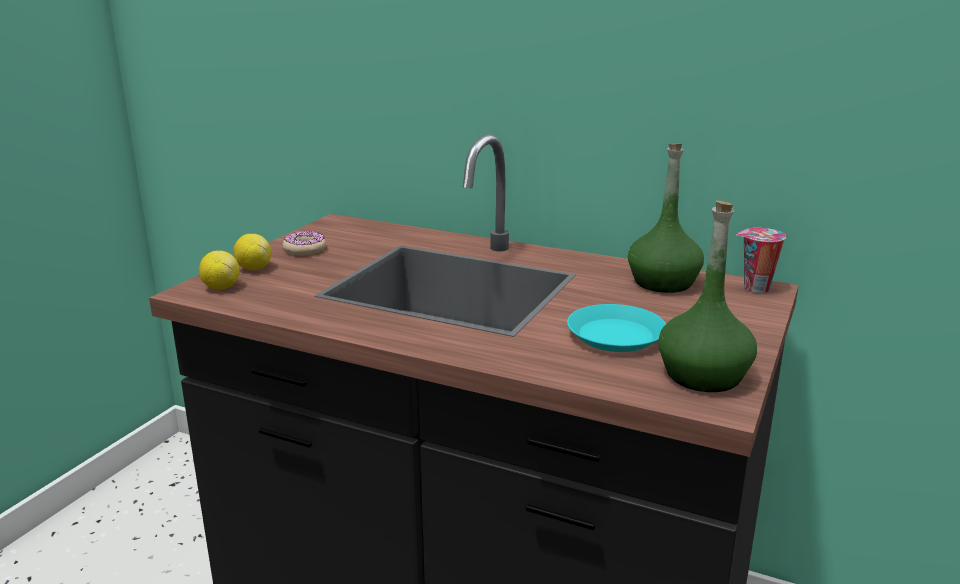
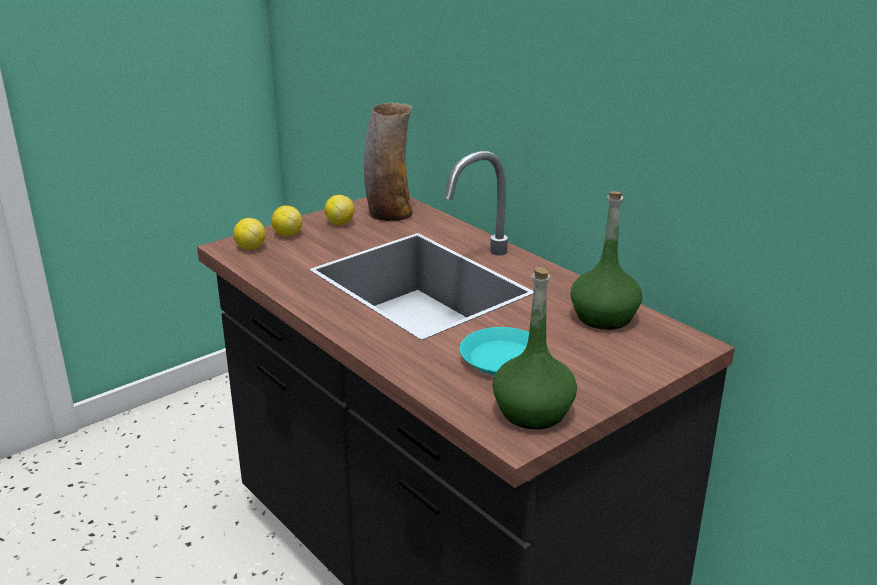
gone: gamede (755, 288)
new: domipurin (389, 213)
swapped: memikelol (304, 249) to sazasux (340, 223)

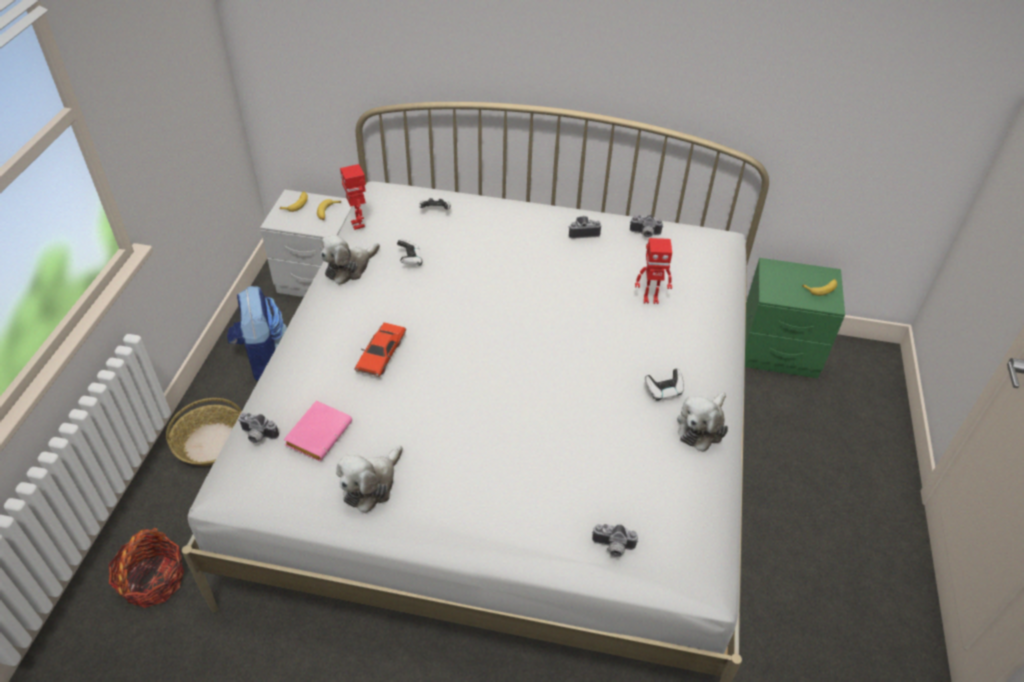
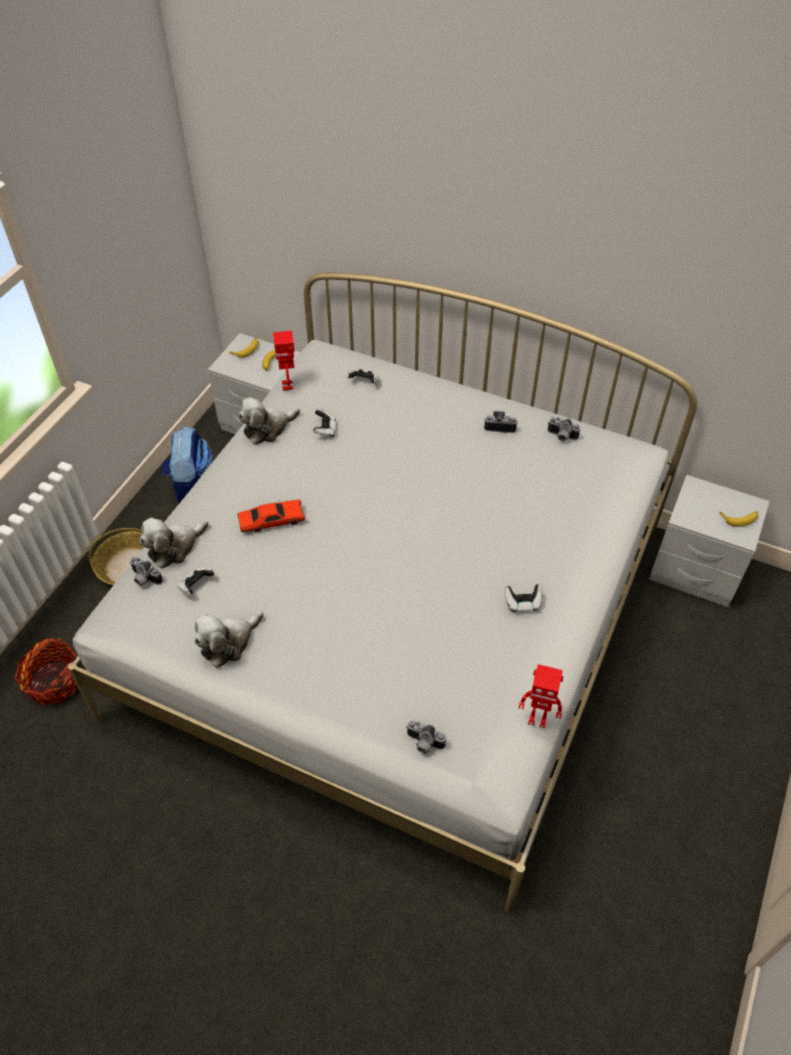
shifted: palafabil (701, 427) to (174, 547); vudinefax (650, 299) to (537, 719)
swapped: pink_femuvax (318, 433) to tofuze (196, 586)
repainted: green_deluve (777, 351) to grey_deluve (695, 570)
rotated: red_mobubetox (381, 354) = (272, 521) 135 degrees counterclockwise

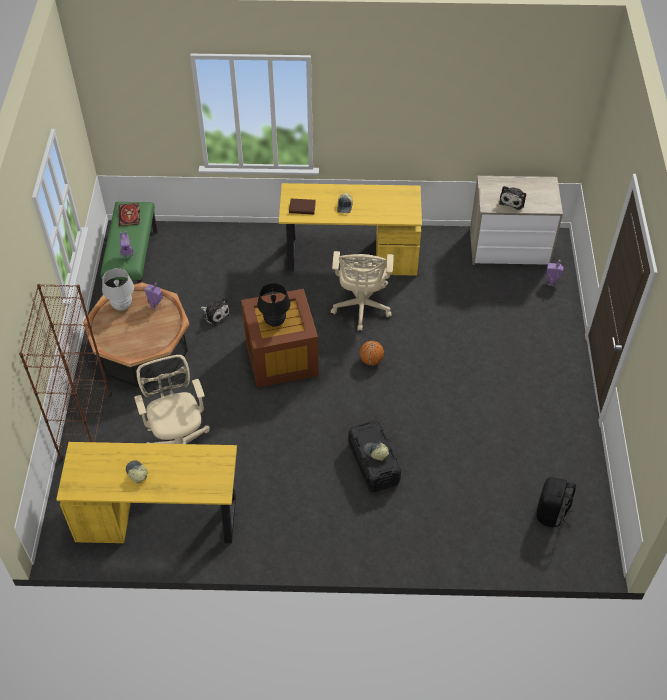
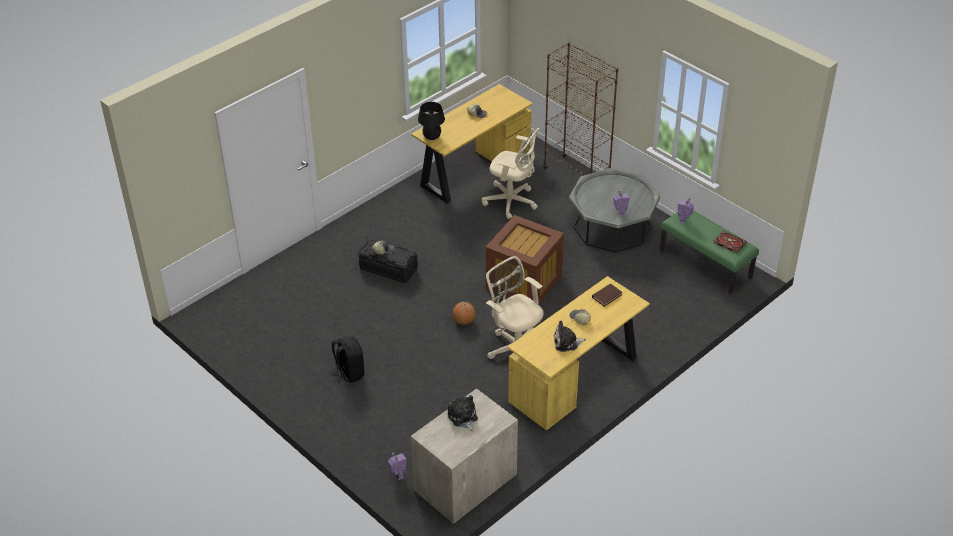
gone: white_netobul (122, 305)
shifted: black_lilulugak (551, 513) to (349, 372); black_netobul (275, 321) to (432, 137); palafabil (215, 314) to (567, 342)
repainted: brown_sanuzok (142, 350) to grey_sanuzok (612, 226)

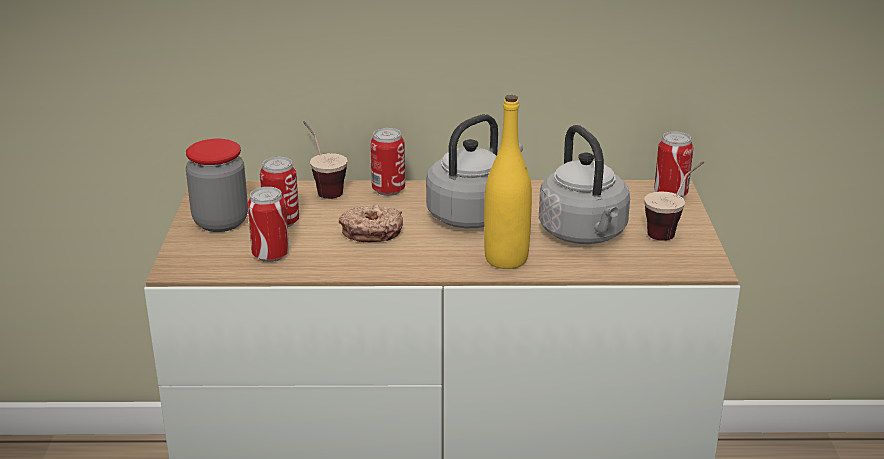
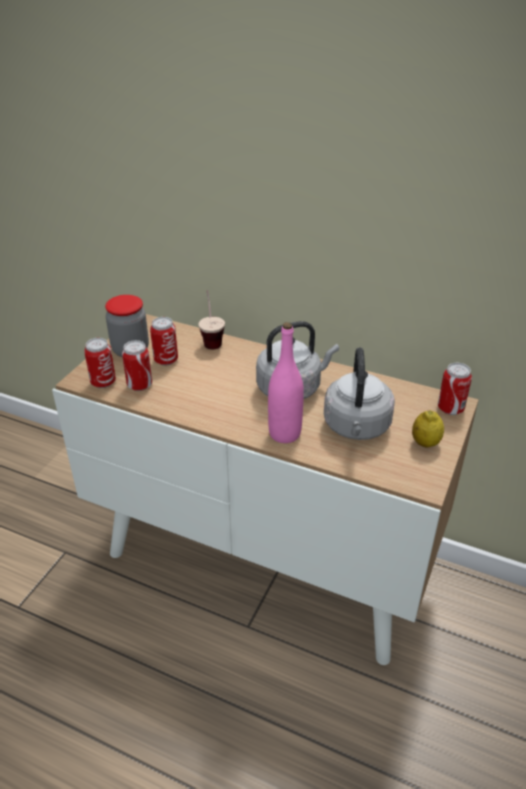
gone: memikelol (371, 231)
shifted: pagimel (388, 190) to (103, 382)
swapped: gamede (672, 230) to sazasux (425, 443)
repainted: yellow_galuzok (506, 259) to pink_galuzok (284, 433)

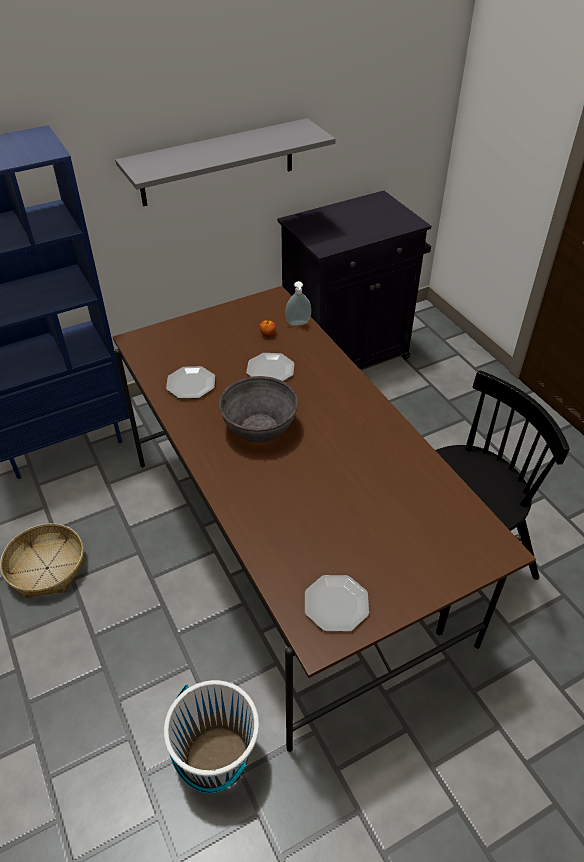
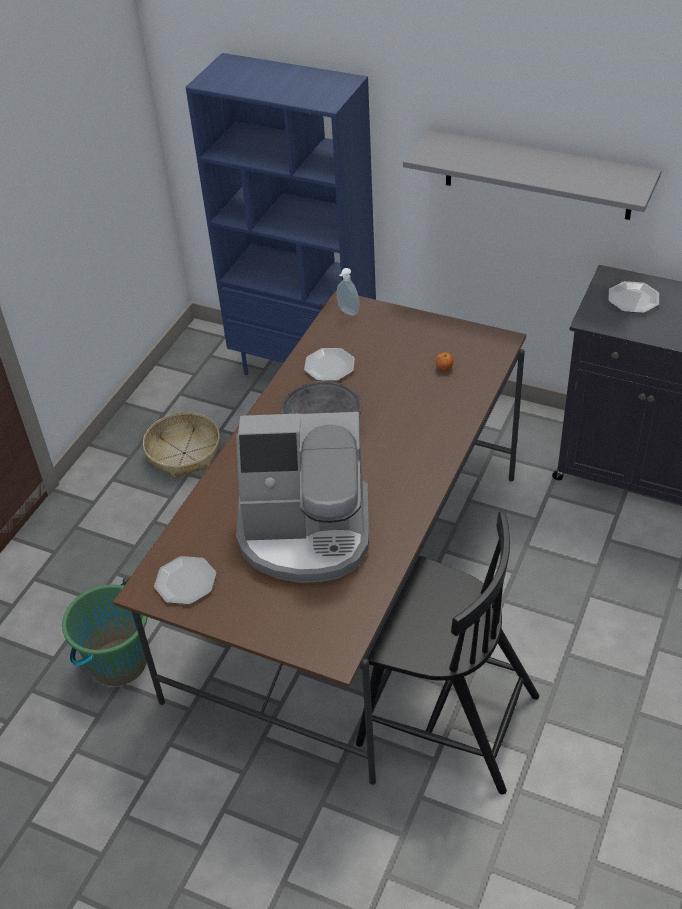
new: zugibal (306, 533)
shifted: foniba (298, 324) to (347, 312); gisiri (270, 369) to (633, 299)
repainted: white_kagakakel (217, 759) to green_kagakakel (118, 663)

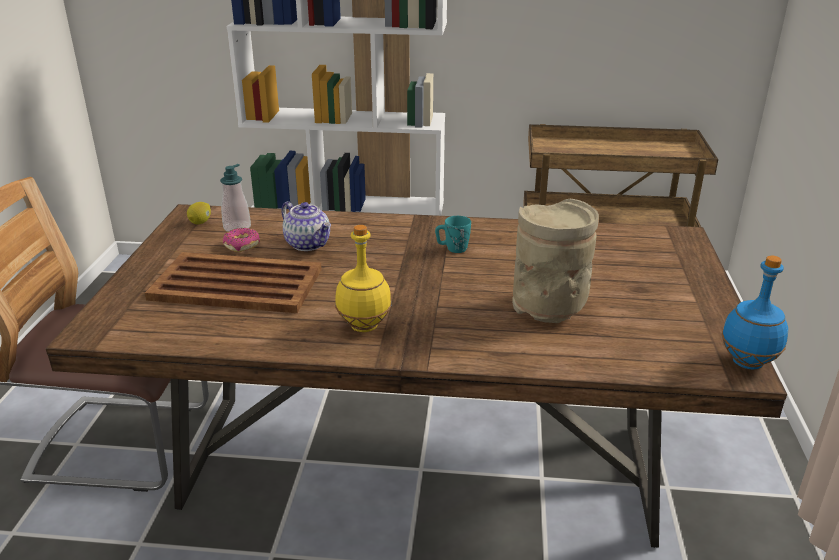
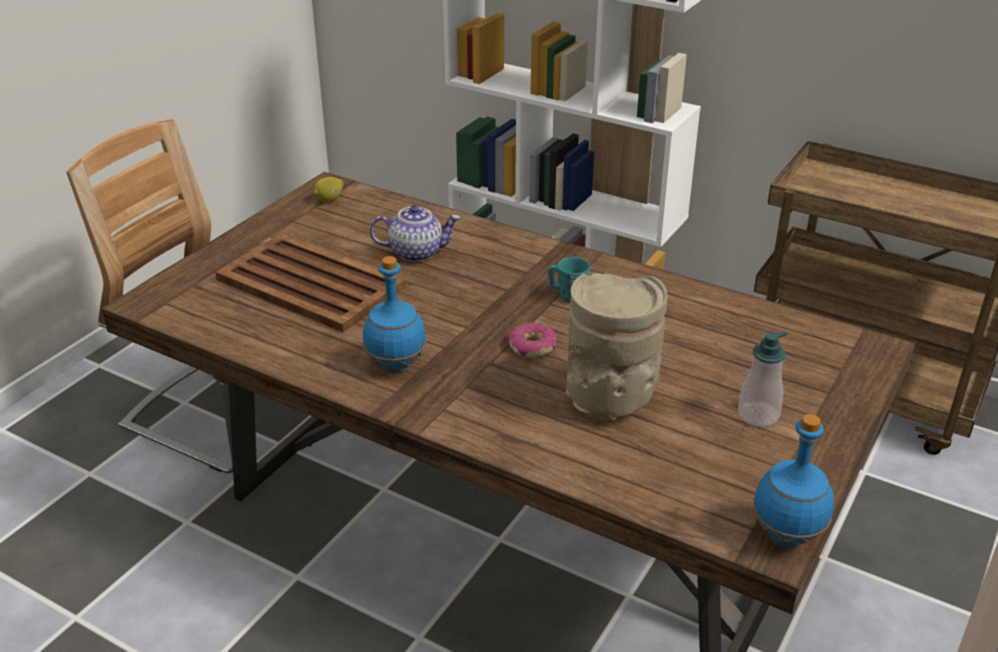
shifted: memikelol (242, 245) to (532, 347); foniba (237, 227) to (758, 415)
repainted: yellow_galuzok (364, 326) to blue_galuzok (397, 365)
rotated: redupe (308, 244) = (416, 252) 75 degrees counterclockwise

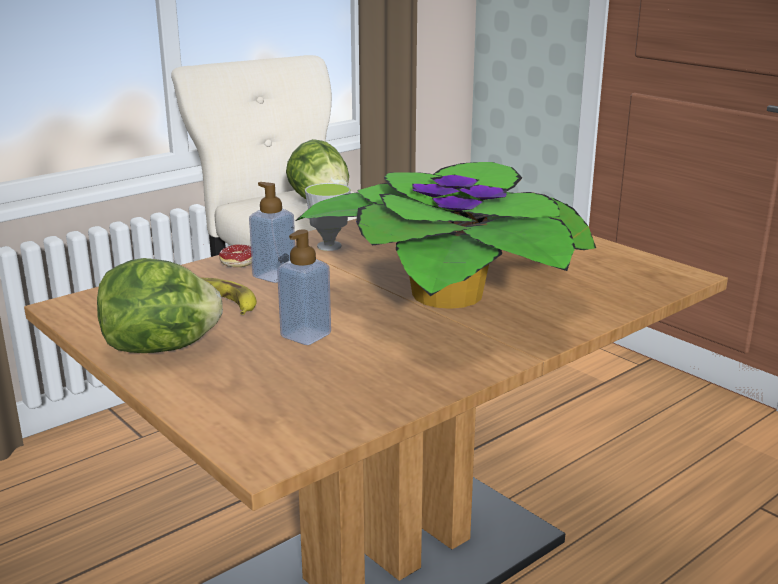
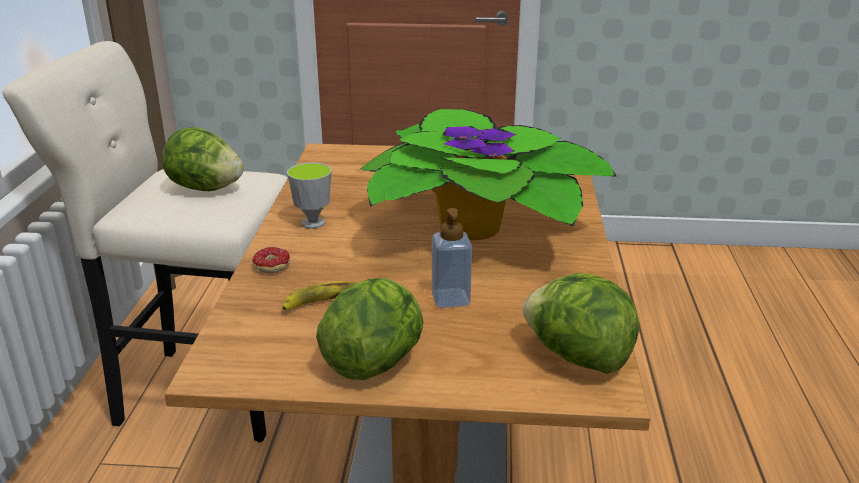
gone: foniba (274, 275)
new: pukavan (577, 357)

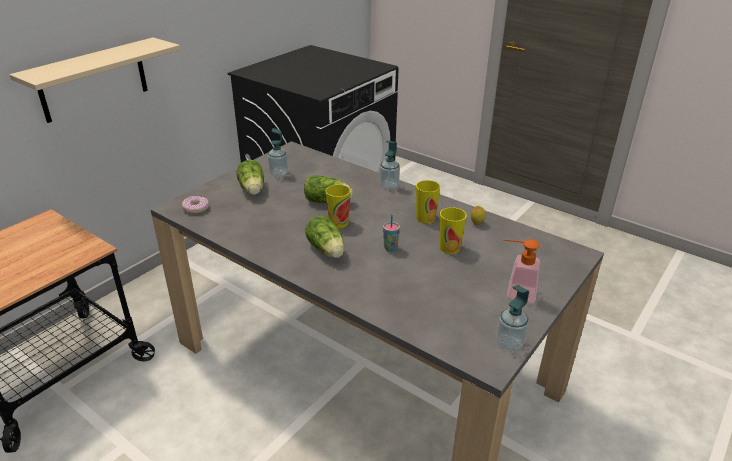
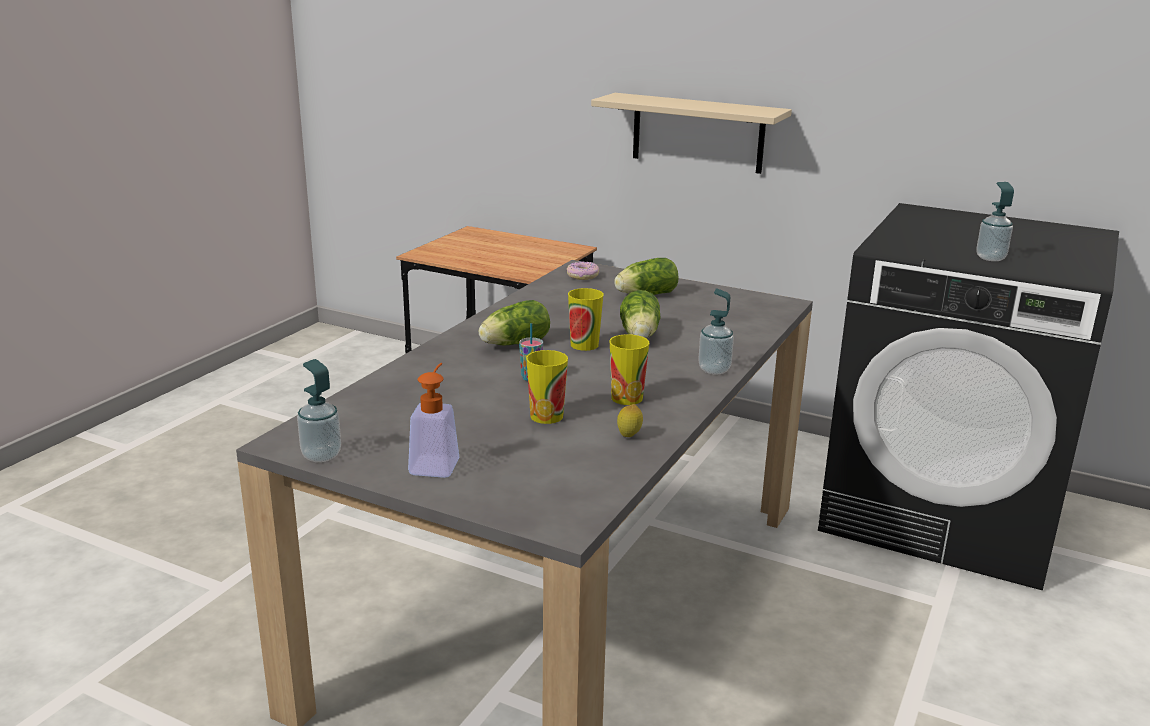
shifted: foniba (278, 174) to (990, 258)

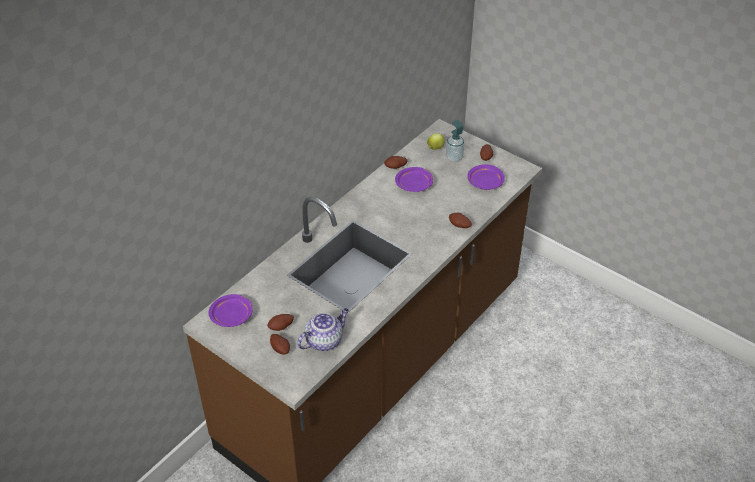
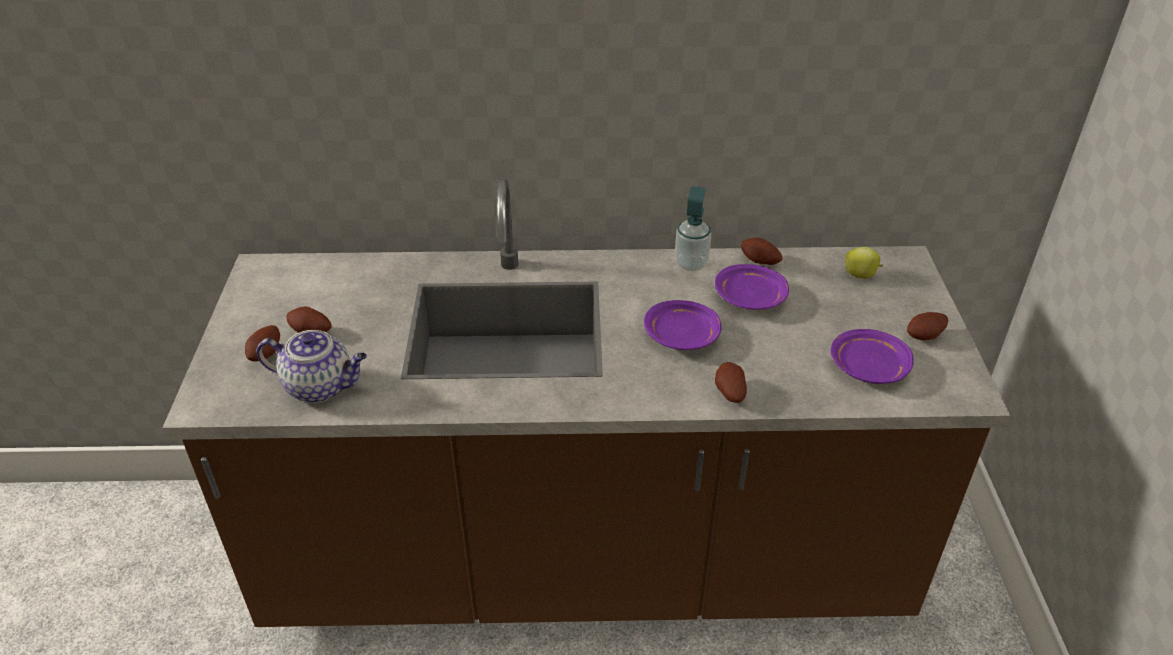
shifted: purple_gisiri (232, 316) to (682, 336); foniba (454, 158) to (691, 264)

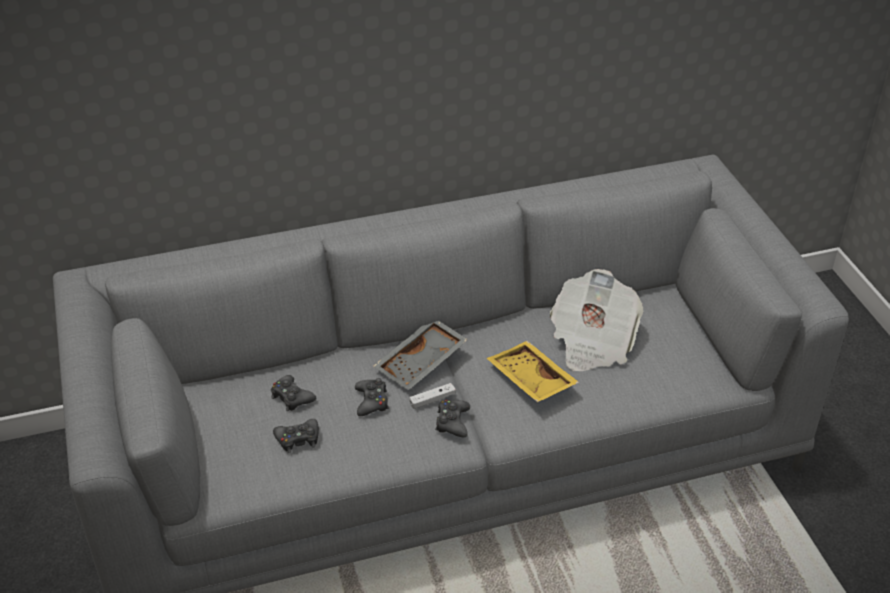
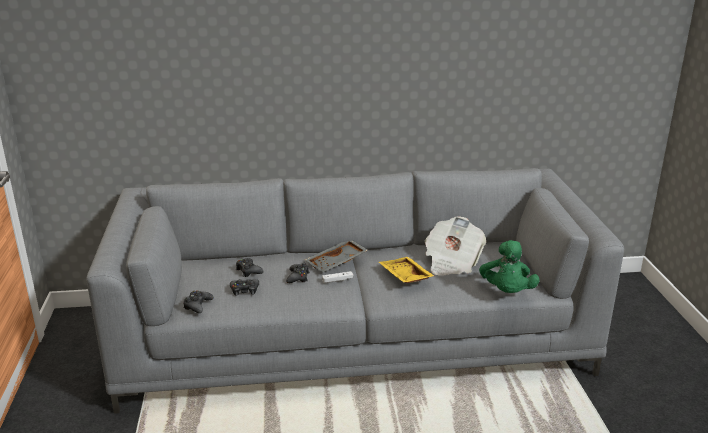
new: green_palafabil (507, 292)
shifted: black_tofuze (452, 422) to (197, 305)

